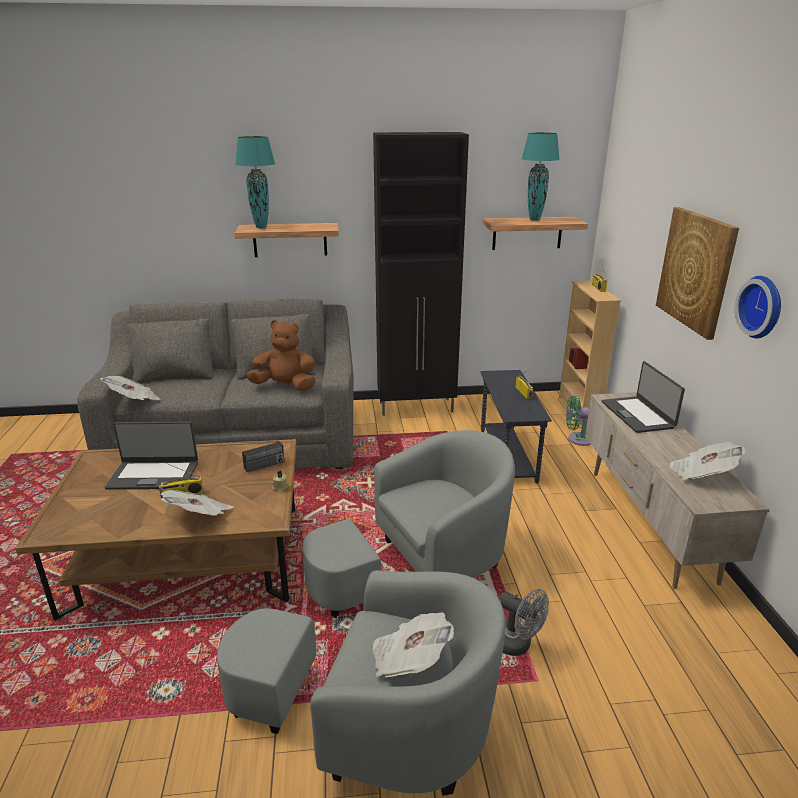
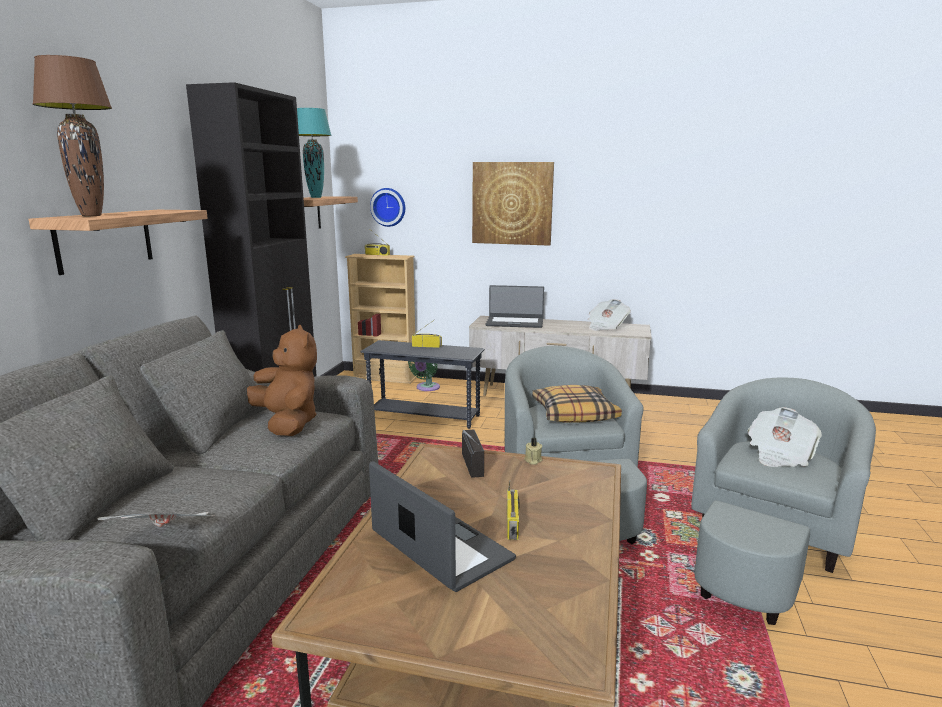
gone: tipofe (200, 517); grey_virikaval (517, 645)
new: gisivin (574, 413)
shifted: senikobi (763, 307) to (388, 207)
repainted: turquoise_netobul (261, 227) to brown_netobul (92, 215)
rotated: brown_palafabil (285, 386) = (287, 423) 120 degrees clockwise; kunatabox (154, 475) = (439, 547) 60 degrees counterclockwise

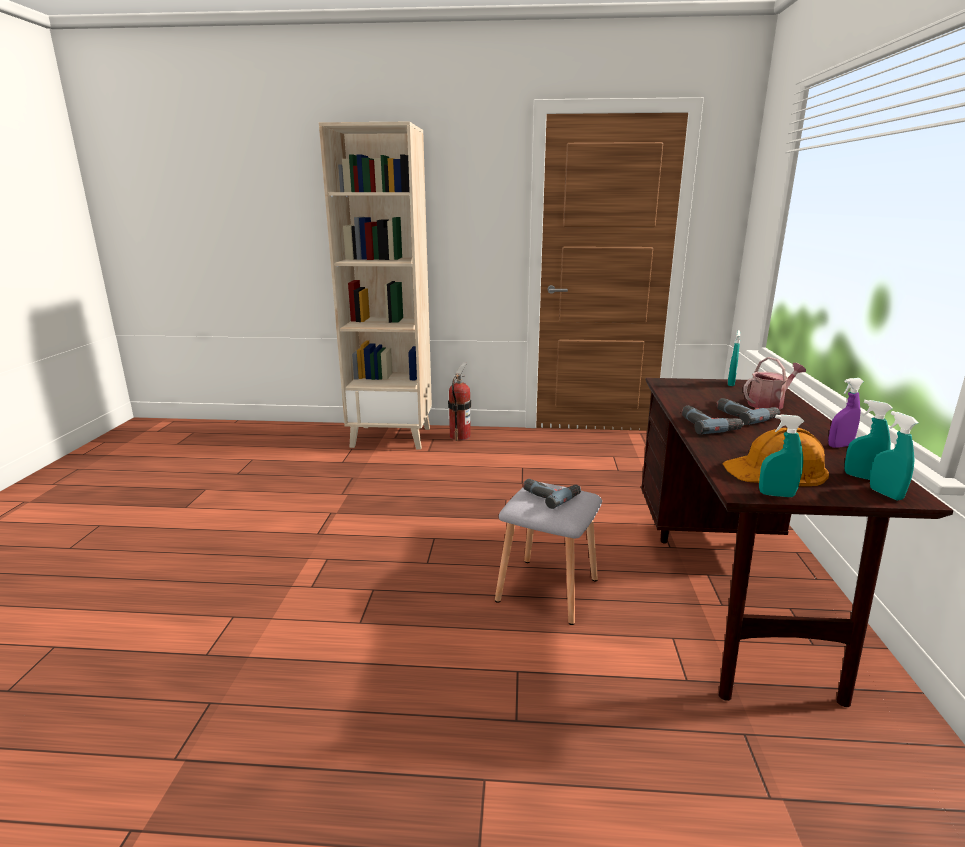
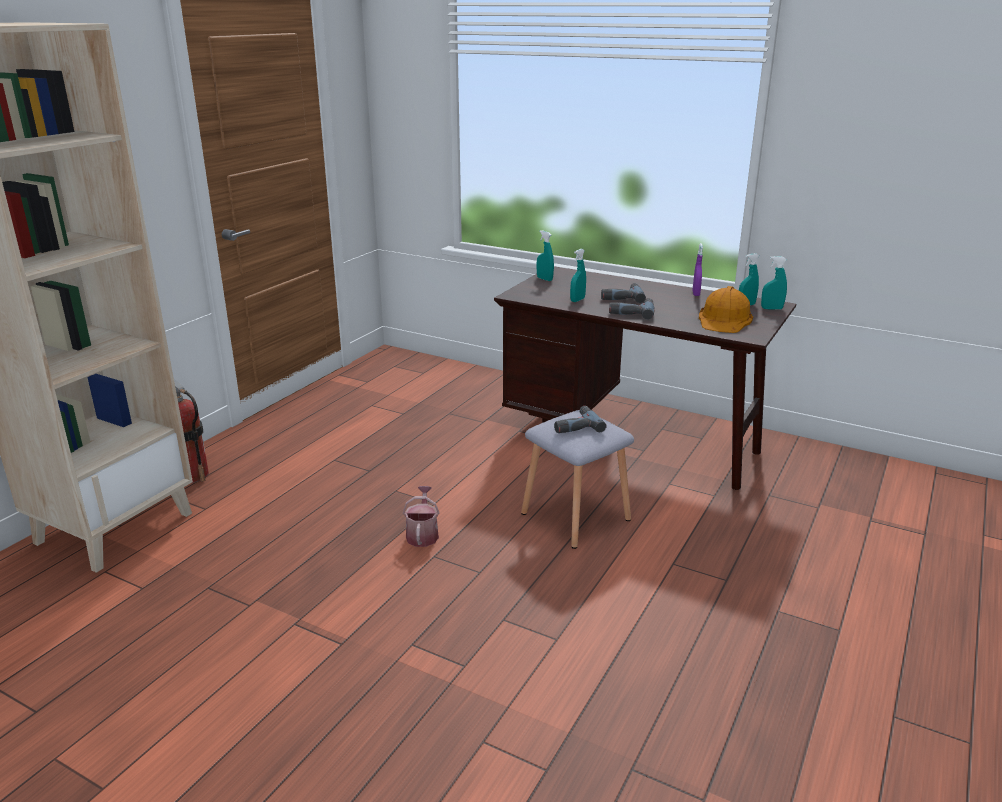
shifted: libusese (769, 404) to (422, 534); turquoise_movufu (776, 495) to (577, 300)

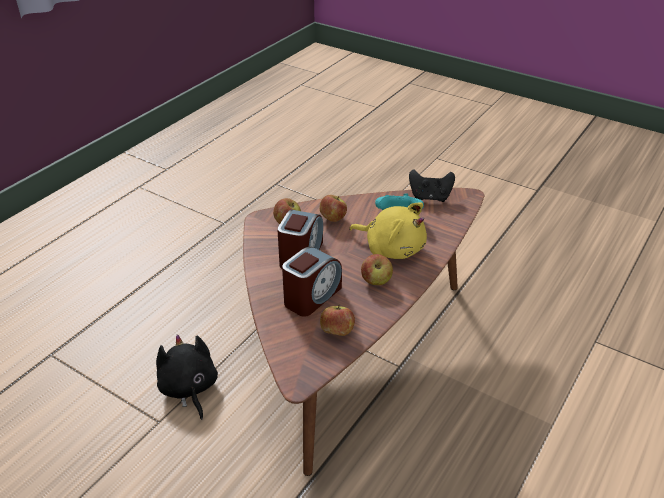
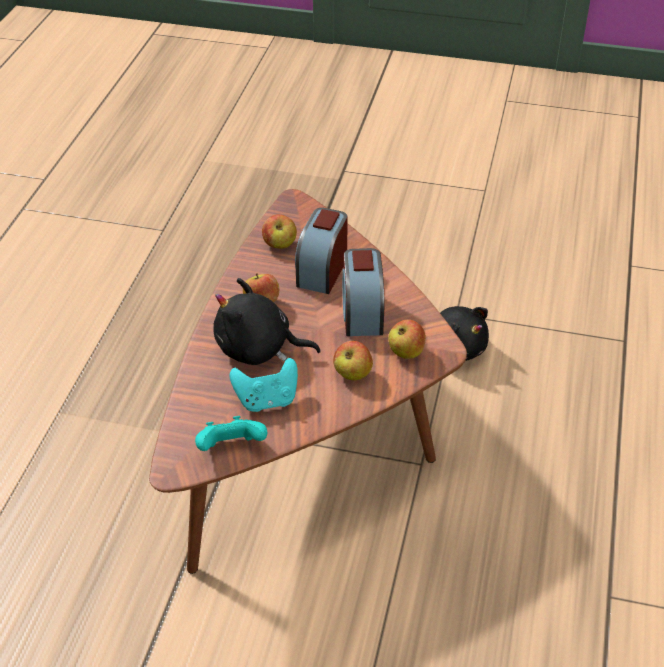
repainted: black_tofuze (430, 197) to turquoise_tofuze (231, 448); yellow_palafabil (392, 248) to black_palafabil (258, 349)

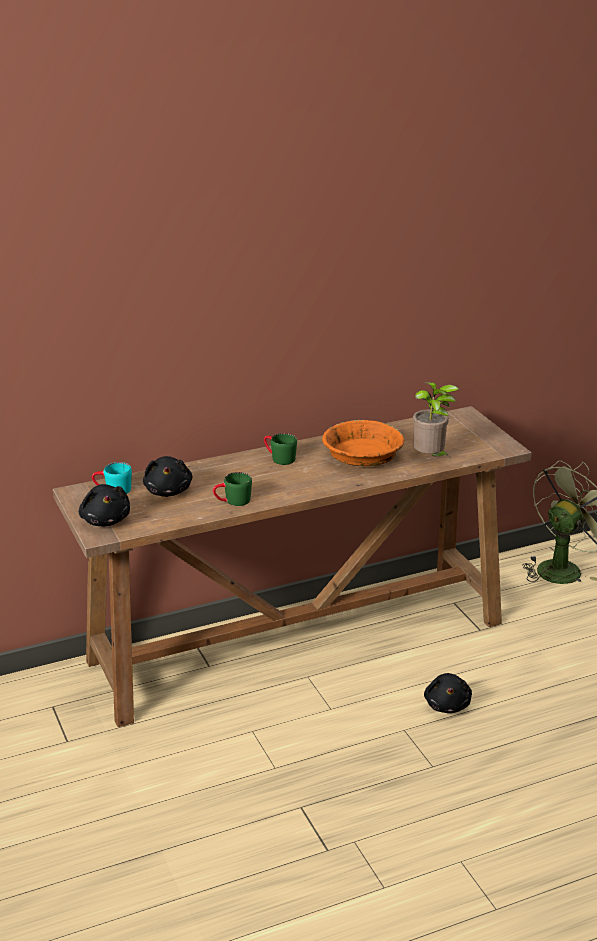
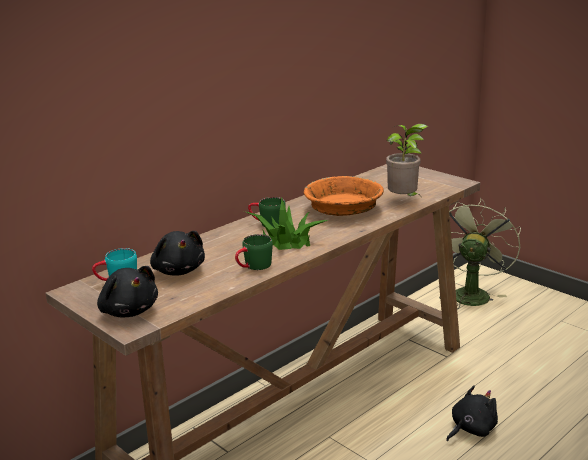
new: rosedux (287, 240)
rotated: black_palafabil (447, 705) = (471, 429) 105 degrees counterclockwise

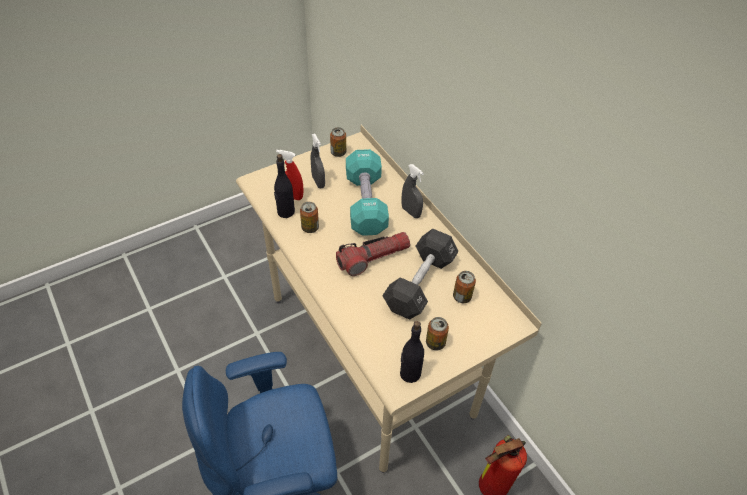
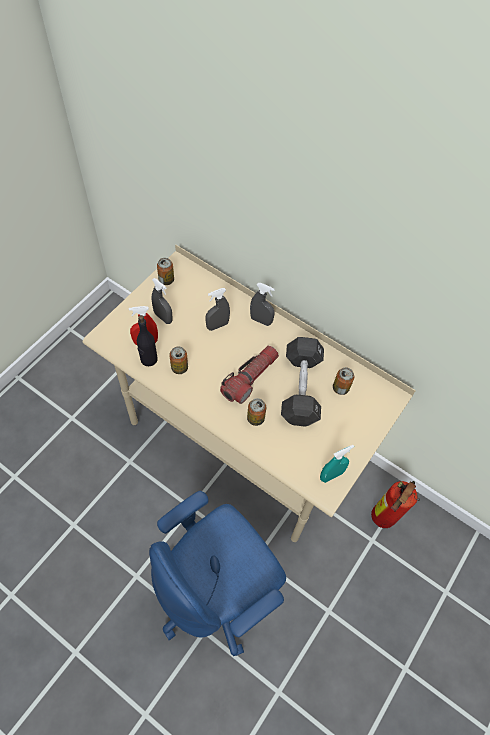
shifted: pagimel (435, 343) to (255, 418)
swapped: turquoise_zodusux (366, 203) to grey_movufu (217, 325); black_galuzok (410, 373) to turquoise_movufu (331, 475)

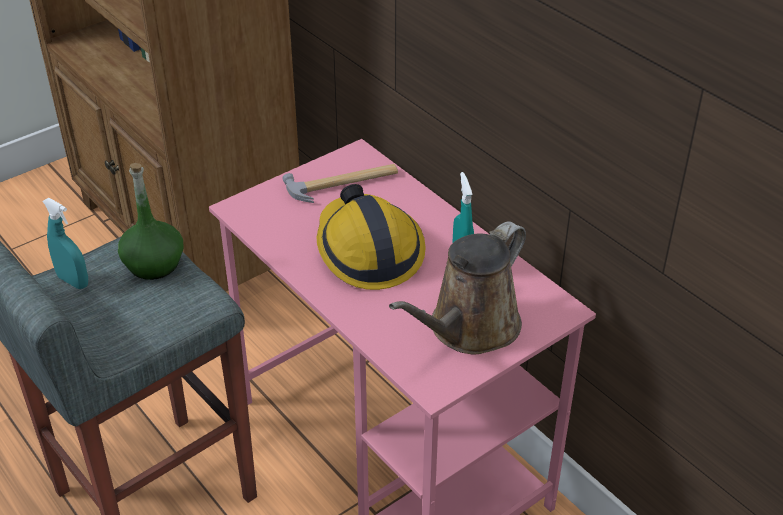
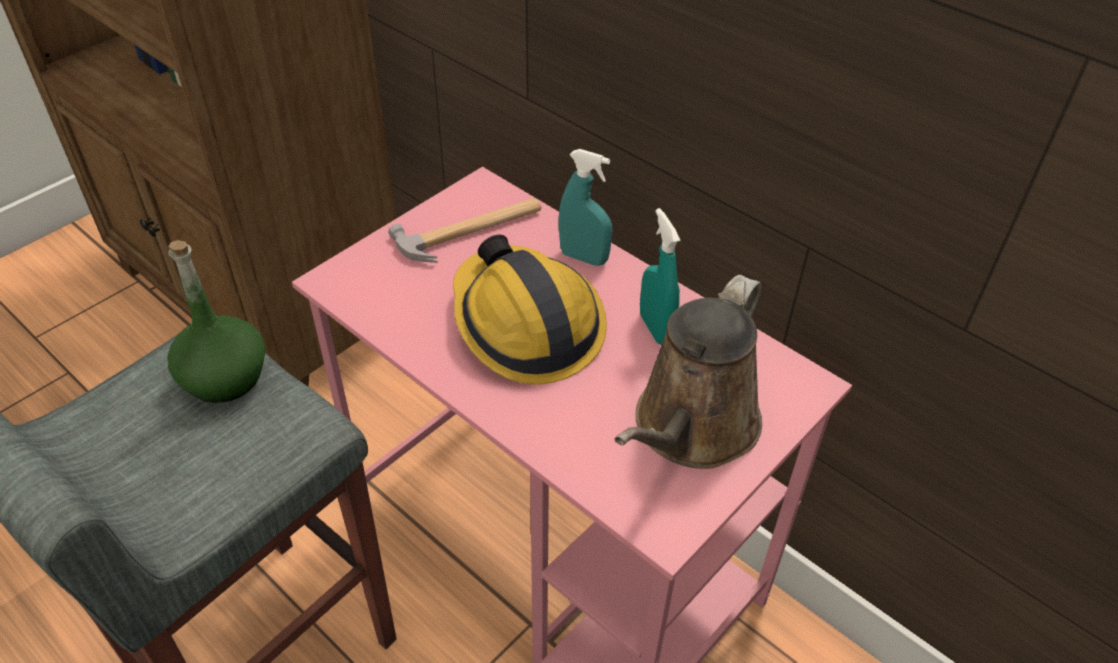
shifted: turquoise_movufu (73, 281) to (583, 257)

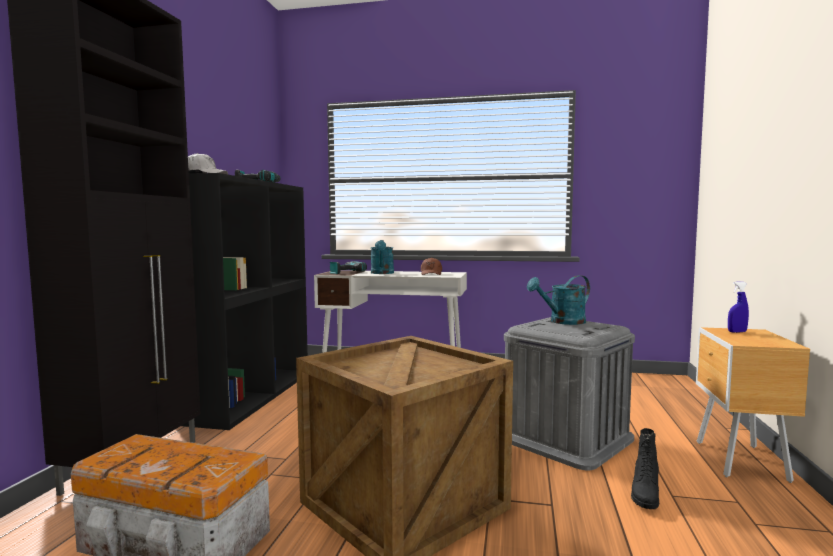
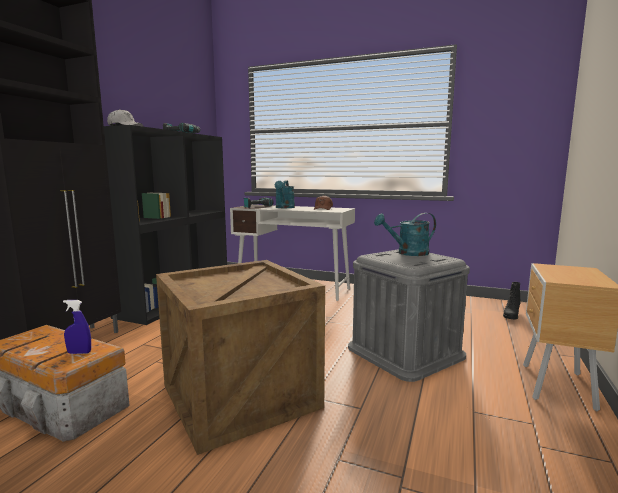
shifted: blue_movufu (737, 332) to (79, 352); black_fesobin (644, 495) to (511, 315)

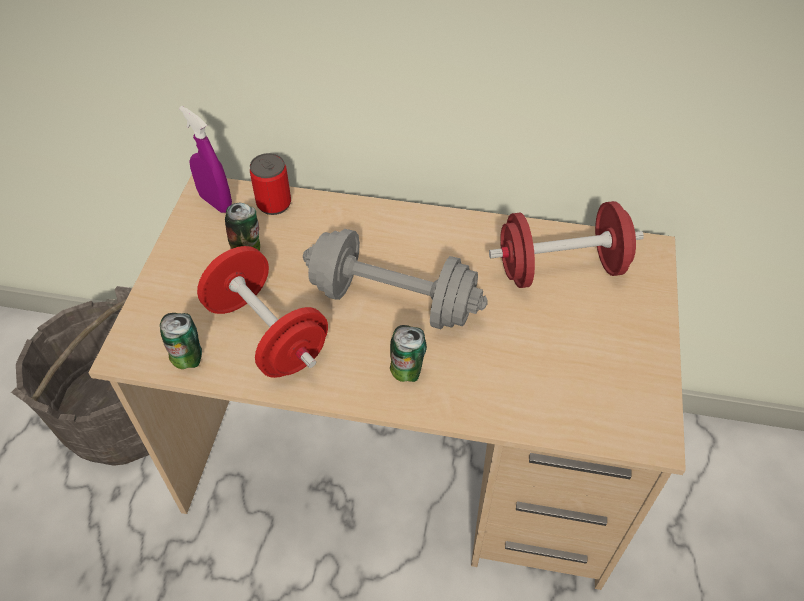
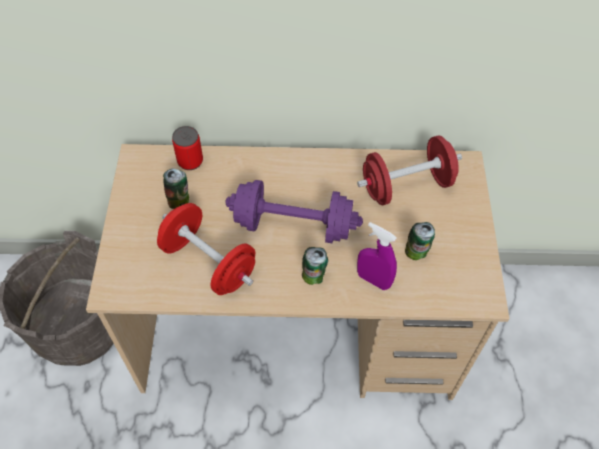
shifted: purple_movufu (216, 202) to (373, 280); pagimel (188, 359) to (416, 253)
repainted: grey_zodusux (393, 300) to purple_zodusux (293, 225)

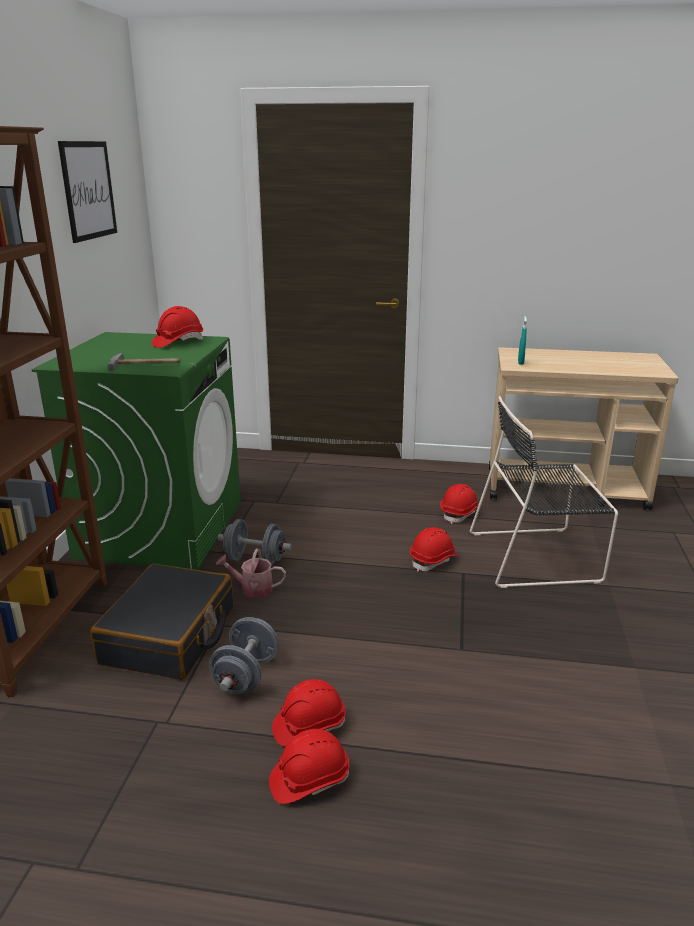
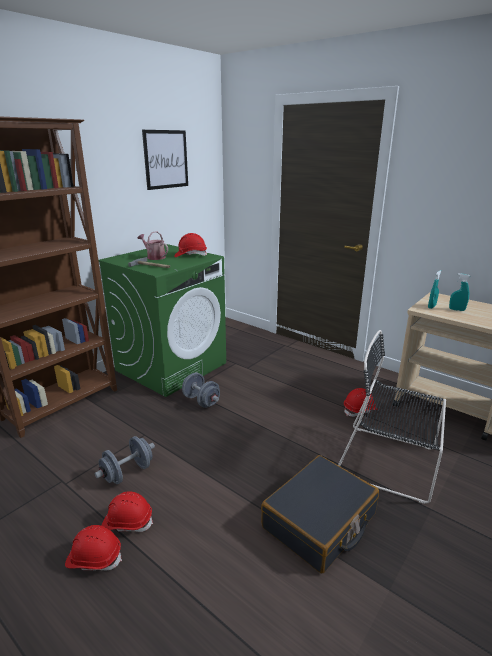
gone: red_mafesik (433, 560)
new: turquoise_movufu (456, 310)
shifted: libusese (252, 588) to (154, 257); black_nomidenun (170, 636) to (320, 521)

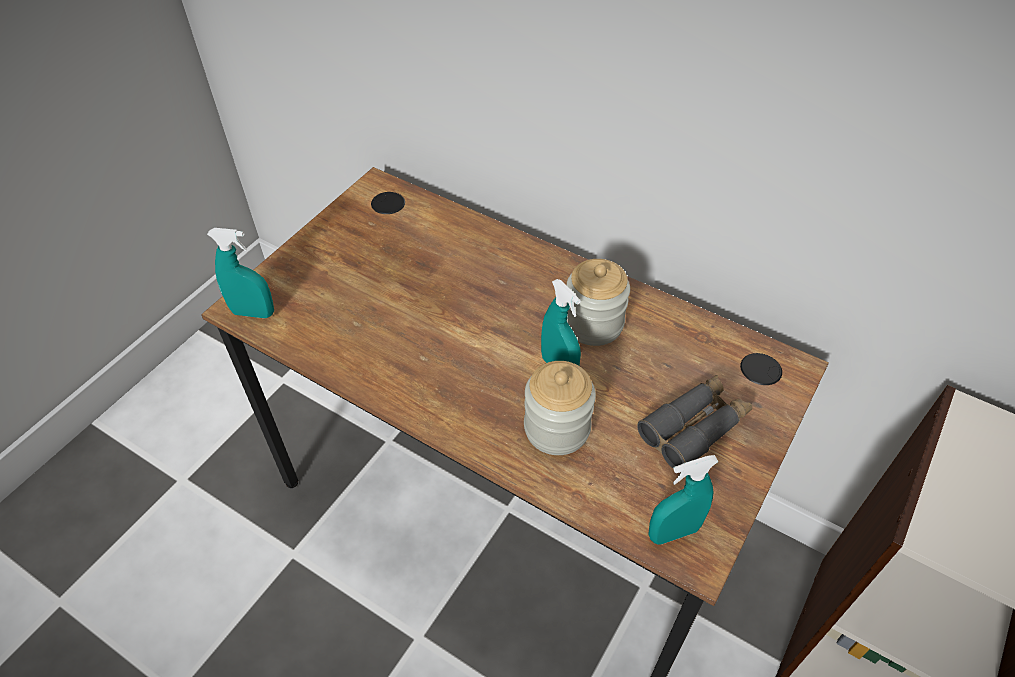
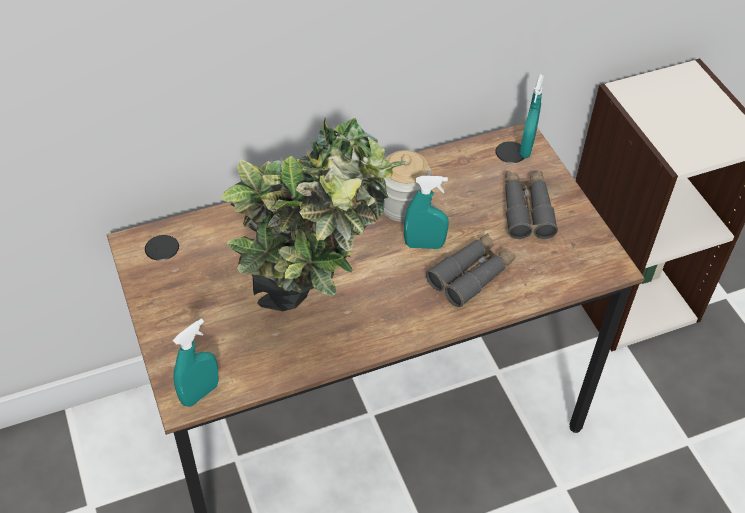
new: rosedux (315, 323)
shifted: turquoise_movufu (673, 532) to (526, 148)
swapped: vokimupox (557, 428) to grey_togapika (471, 275)

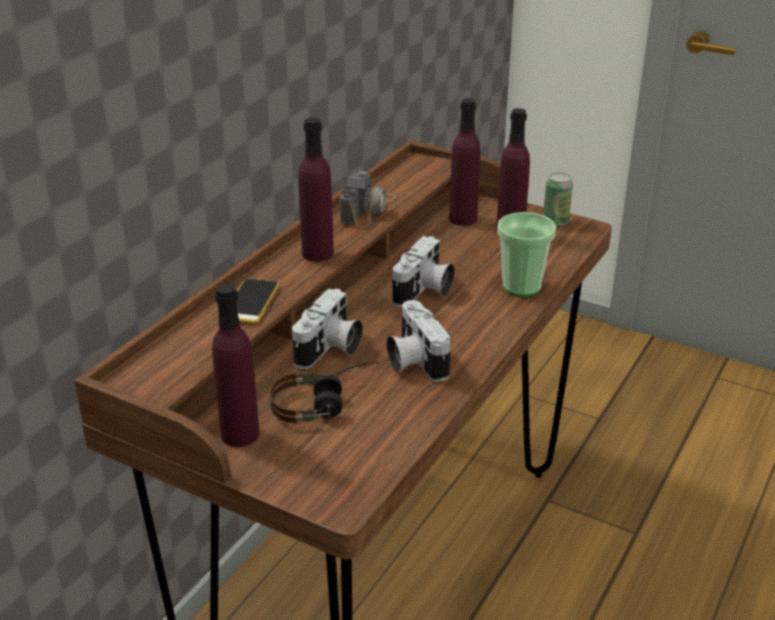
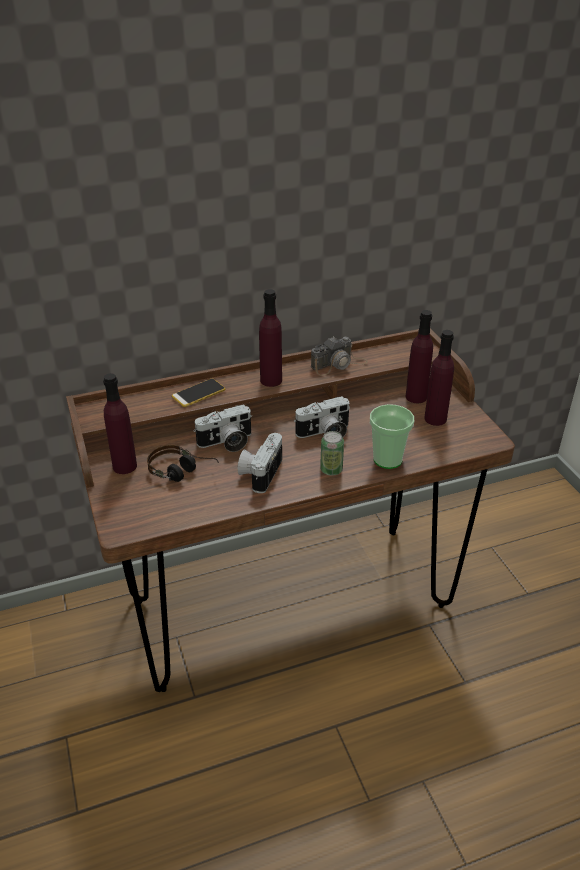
shifted: pagimel (555, 221) to (331, 470)

